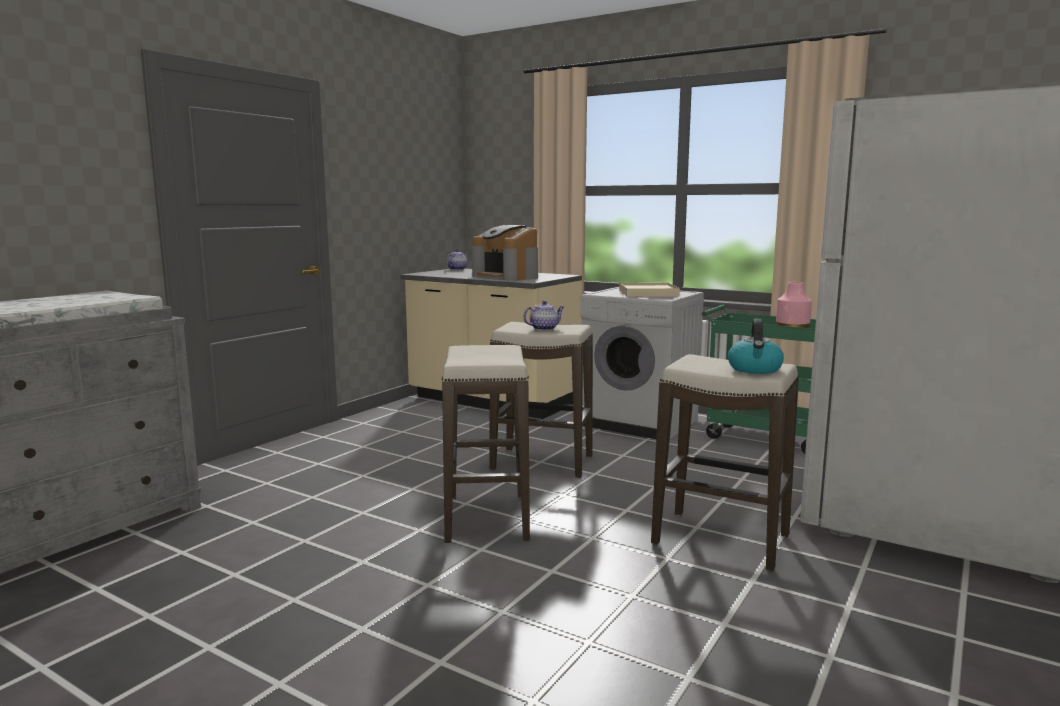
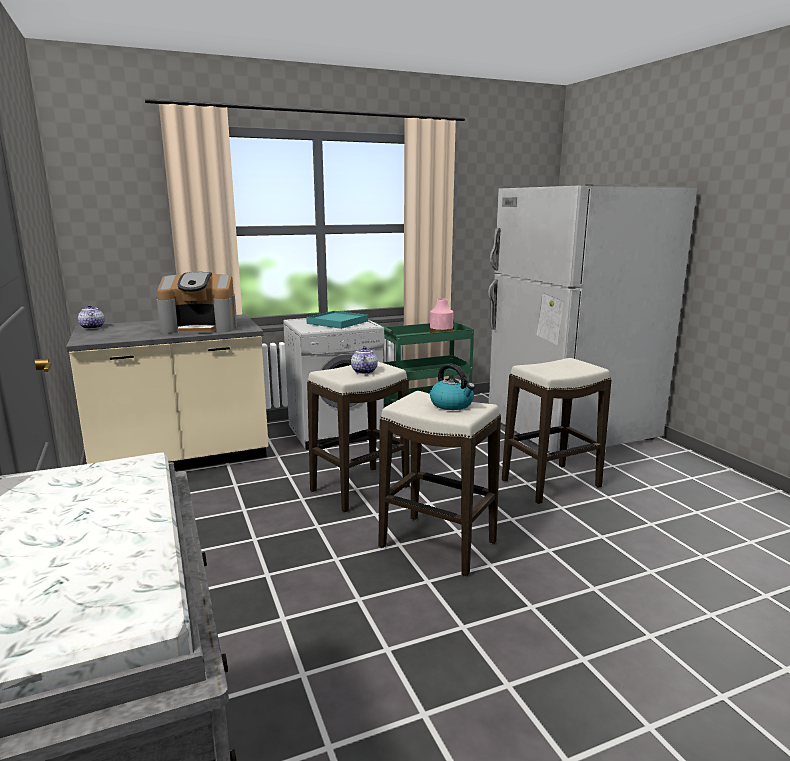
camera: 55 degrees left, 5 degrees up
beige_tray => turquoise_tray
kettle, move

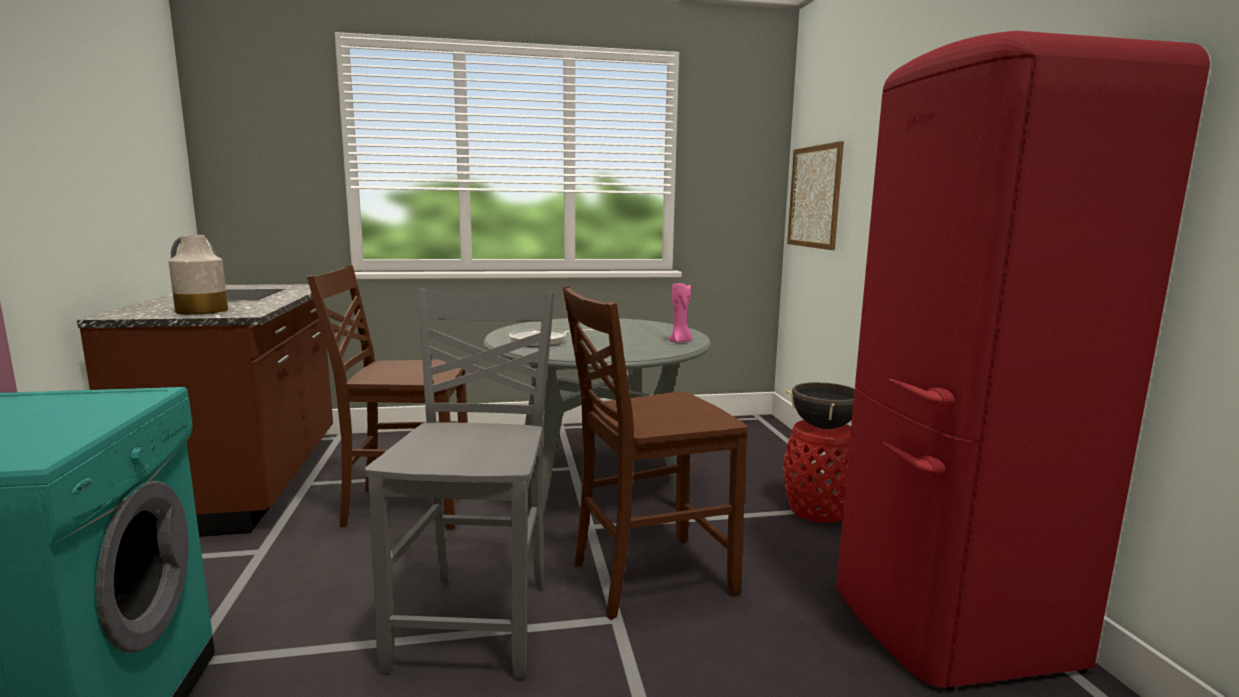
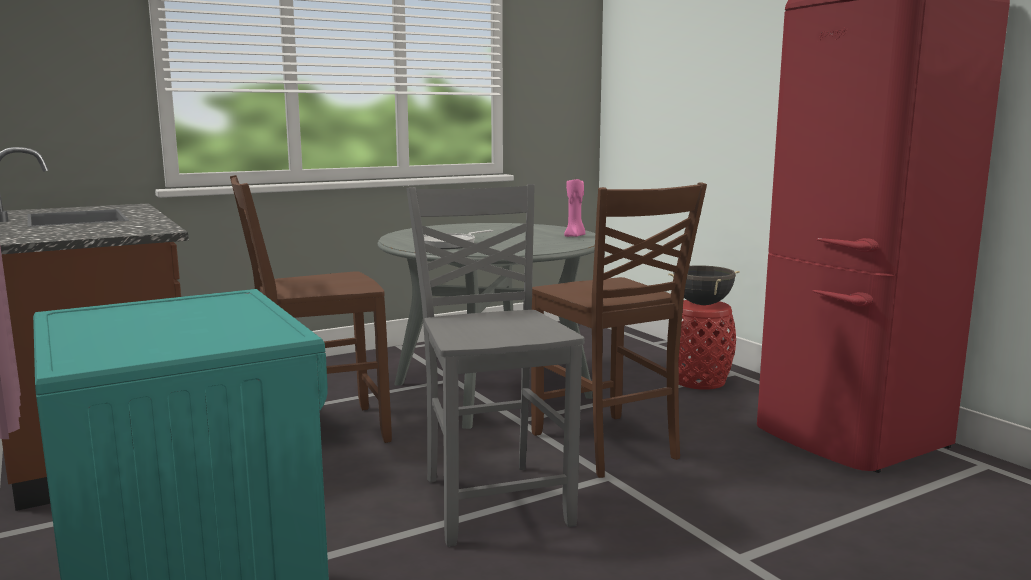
camera: 20 degrees left, 0 degrees up
brown_chair (2nd from left), 75 degrees counterclockwise
beige_vase => nothing
picture => nothing

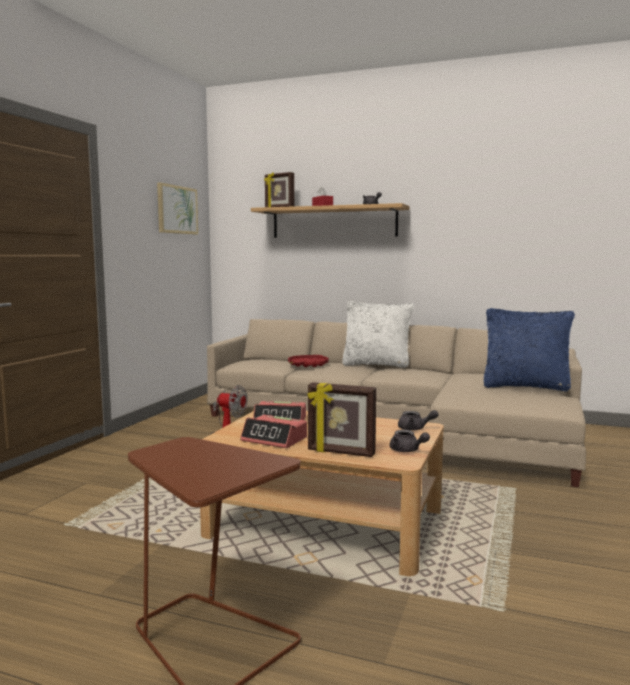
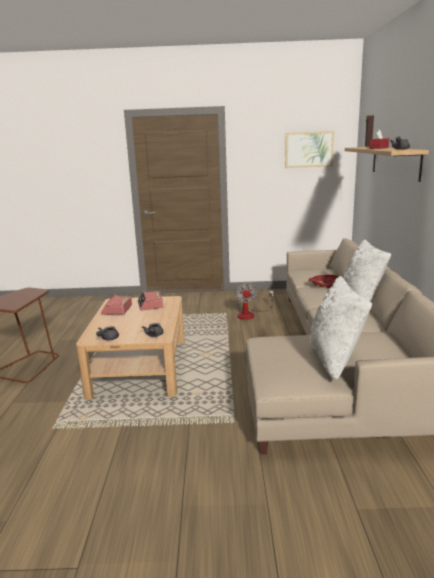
camera: 70 degrees right, 10 degrees up
blue_pillow => white_pillow (1st from left)
picture_frame (2nd from left) => nothing

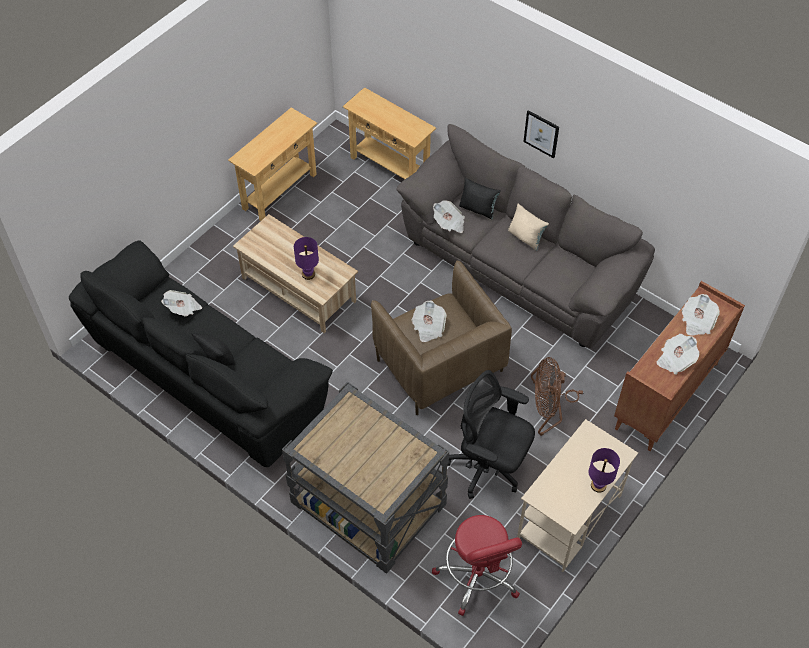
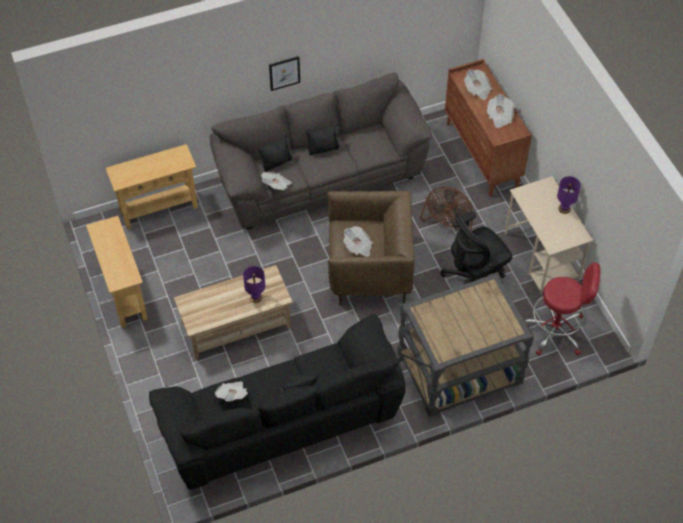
camera: 60 degrees left, 0 degrees up
beige_pillow => black_pillow (3rd from left)

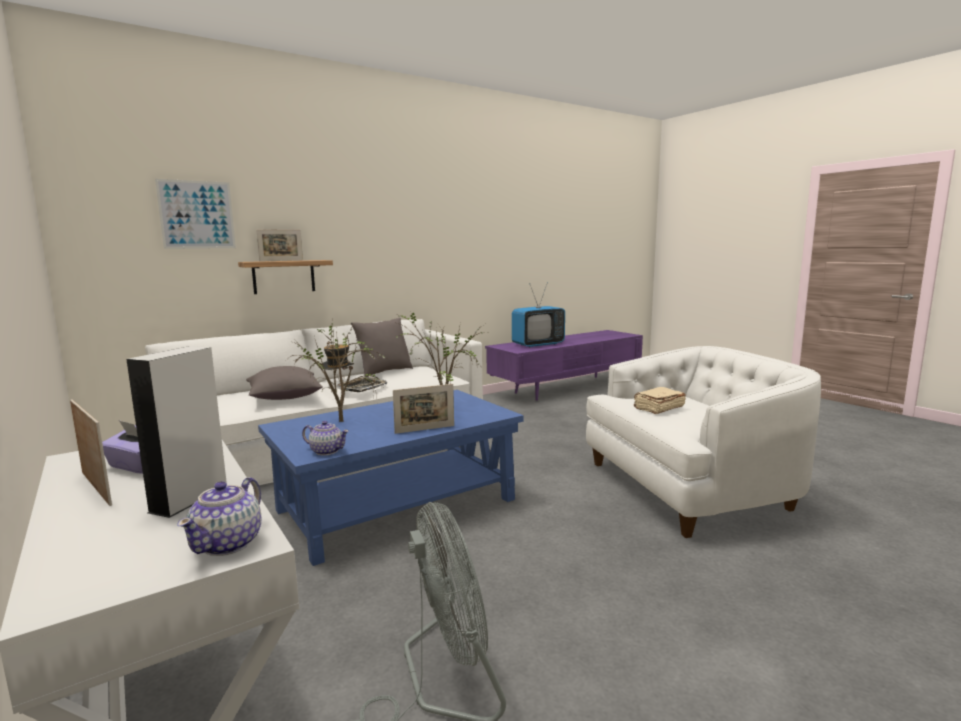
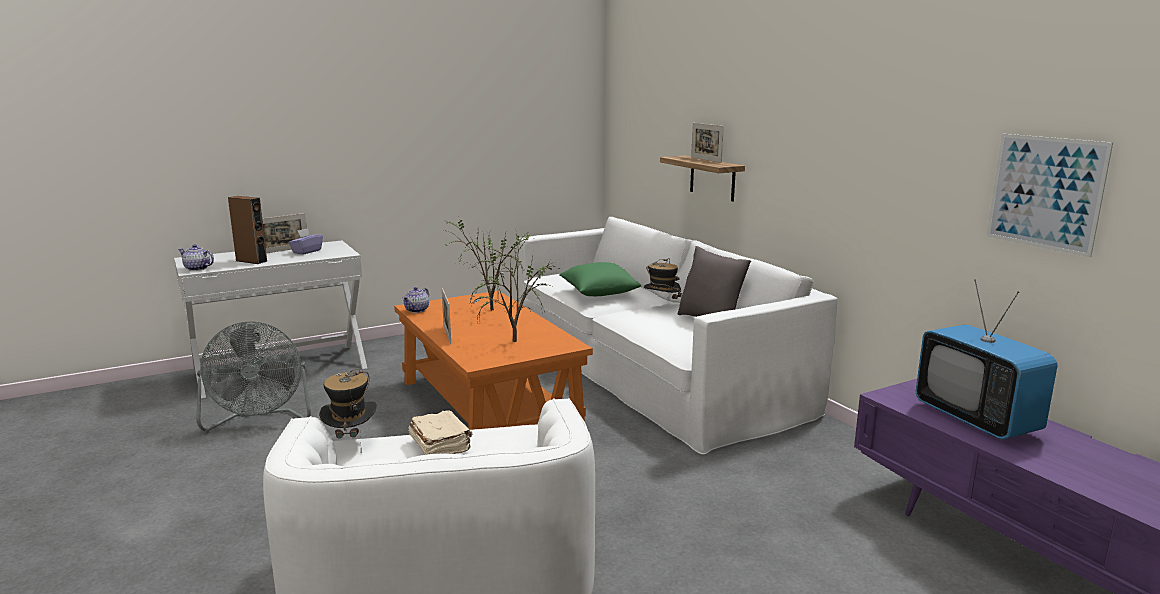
camera: 95 degrees right, 5 degrees up
grey_speaker => brown_speaker
nothing => hat (1st from left)
blue_coffee_table => orange_coffee_table
grey_pillow (1st from left) => green_pillow
picture, move
tray => nothing

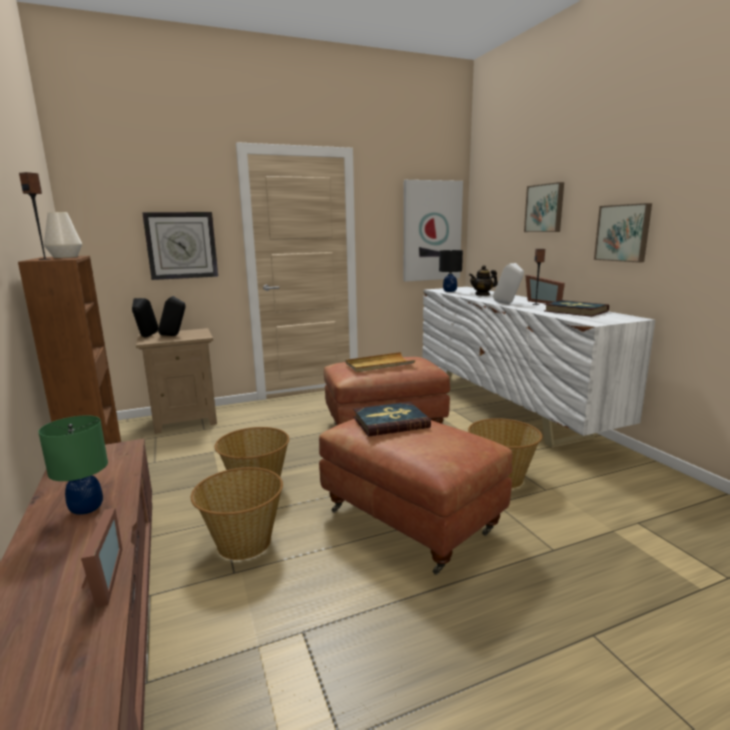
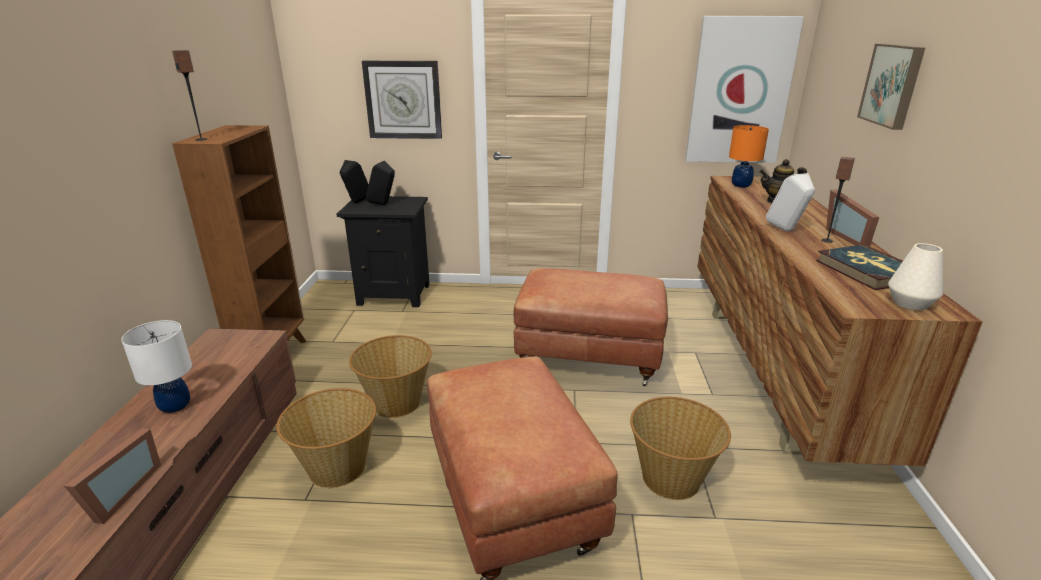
camera: 25 degrees right, 10 degrees up
green_table_lamp => white_table_lamp
beige_nightstand => black_nightstand
white_cabinet => brown_cabinet
black_table_lamp => orange_table_lamp
white_vase, move
beige_tray => nothing
book (1st from left) => nothing
picture (3rd from left) => nothing

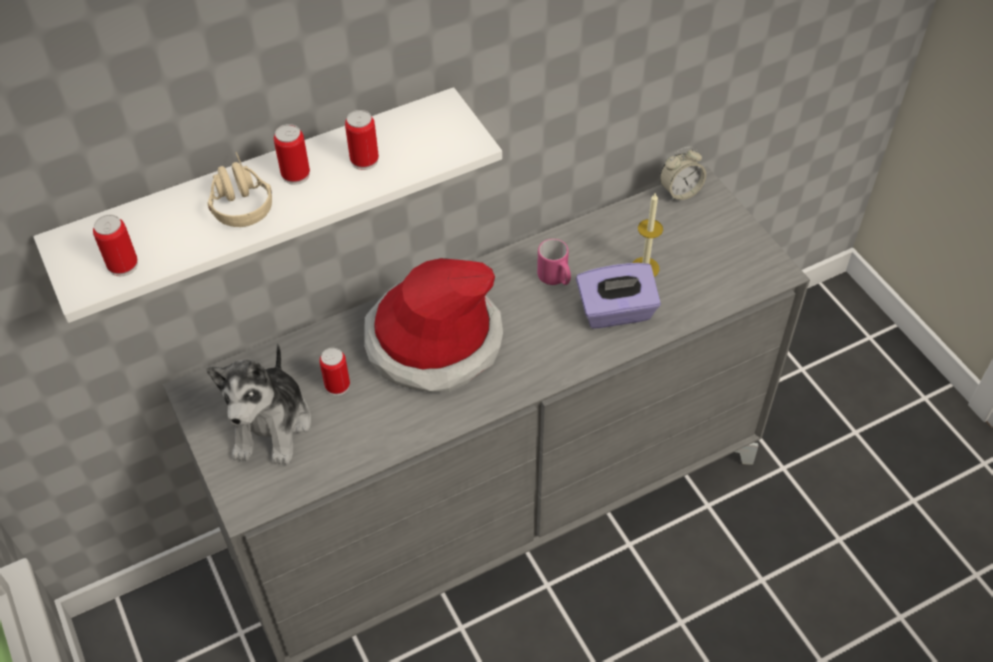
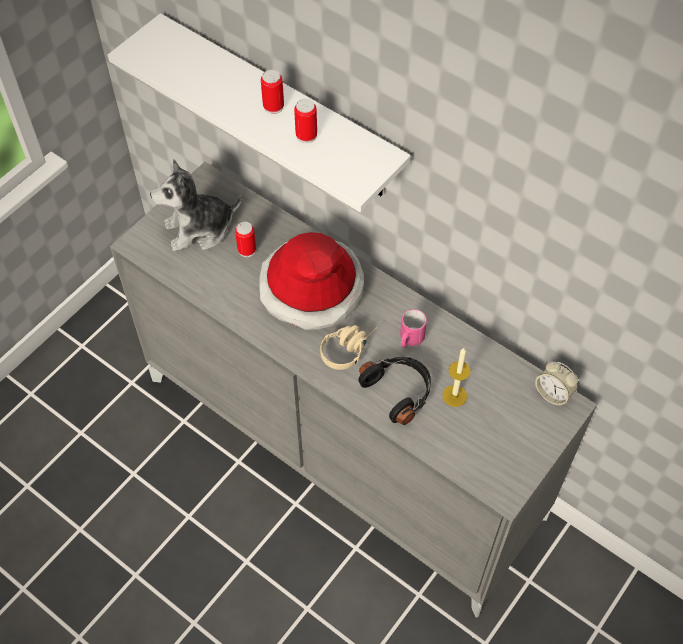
camera: 65 degrees right, 5 degrees up
beige_headphones, move
purple_tissue_box => black_headphones
can (1st from left) => nothing

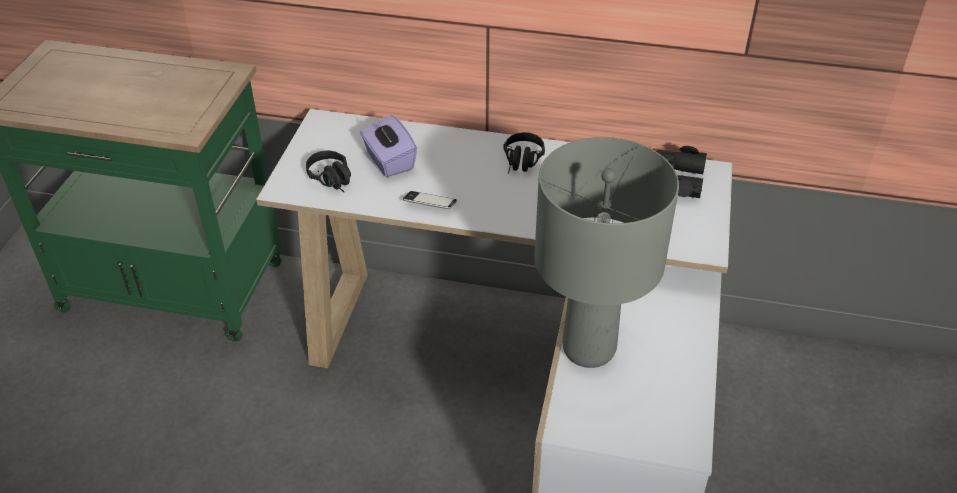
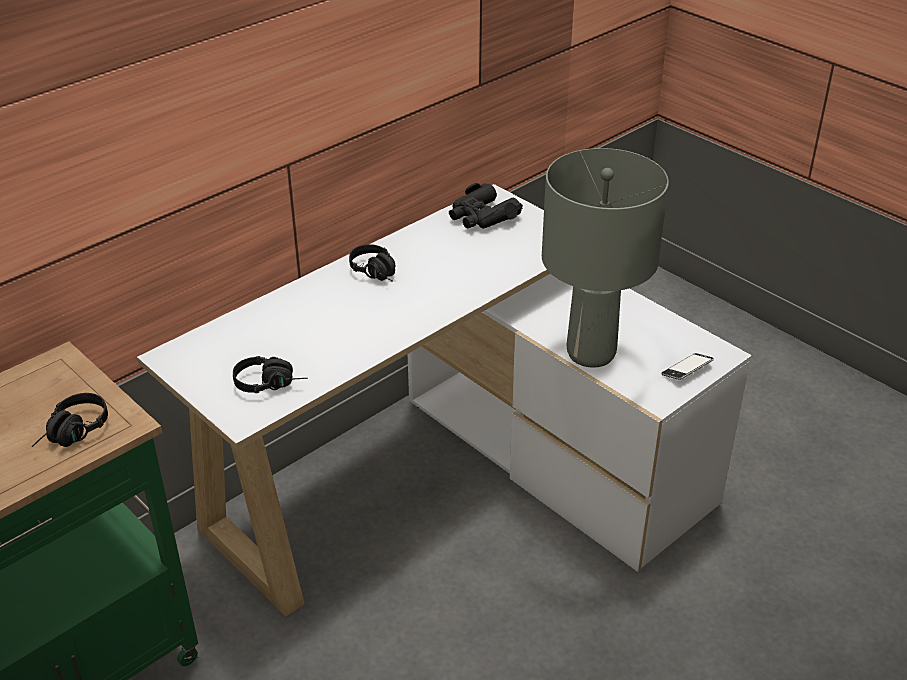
camera: 55 degrees left, 5 degrees down
nothing => black_headphones (1st from left)
phone, move
purple_tissue_box => nothing

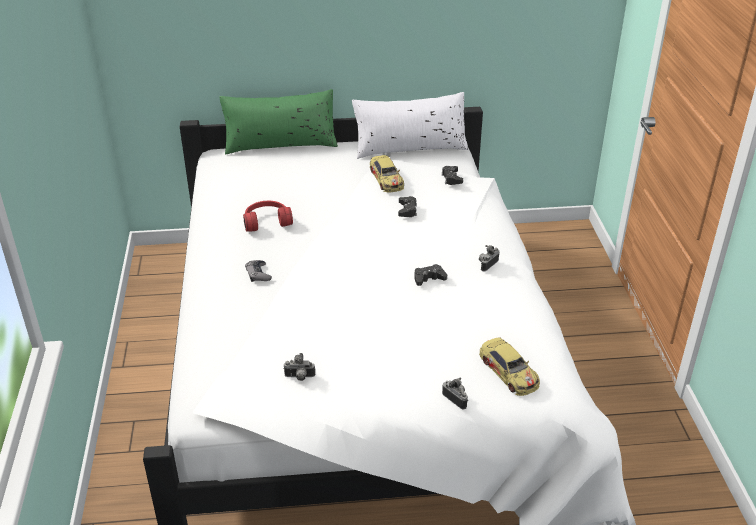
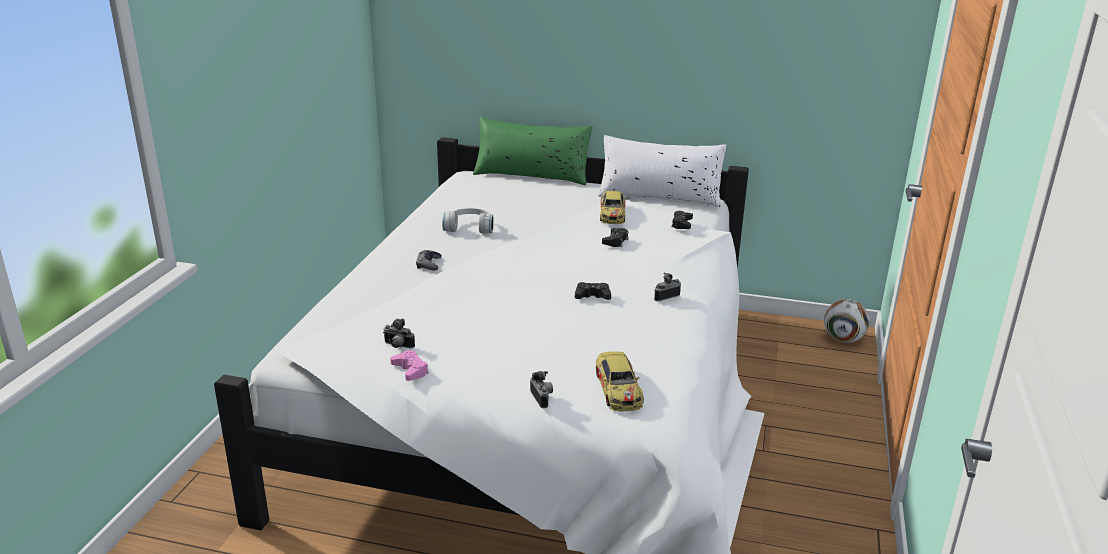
camera: 20 degrees right, 10 degrees down
nothing => pink_game_controller
red_headphones => white_headphones
nothing => football

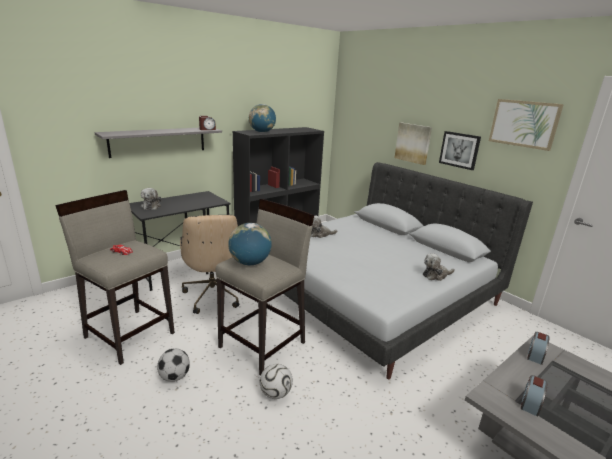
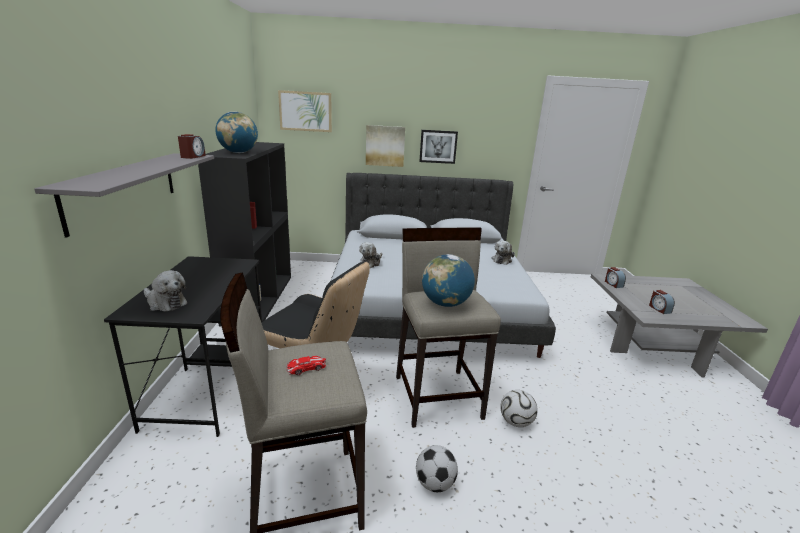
camera: 50 degrees left, 0 degrees up
picture (3rd from left in the first image) => picture (1st from left), move

